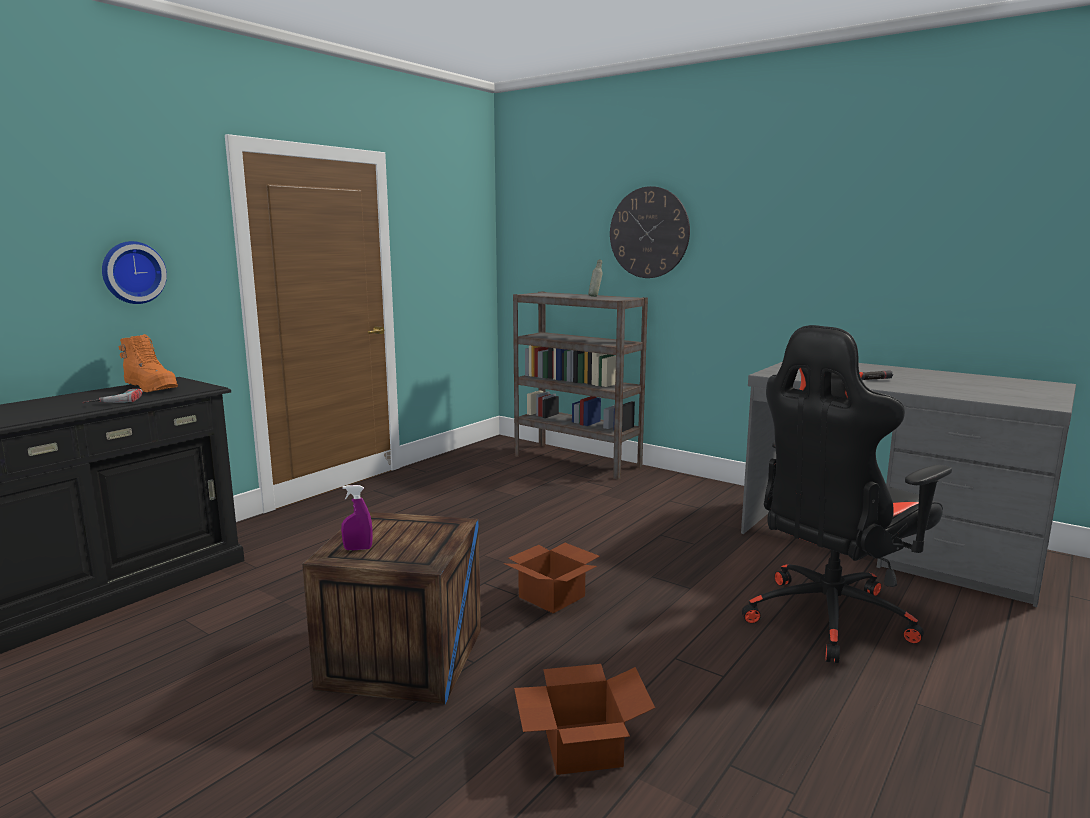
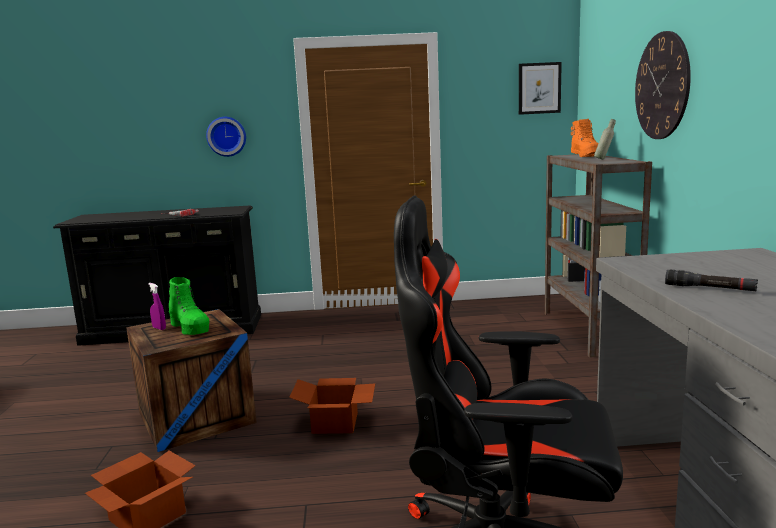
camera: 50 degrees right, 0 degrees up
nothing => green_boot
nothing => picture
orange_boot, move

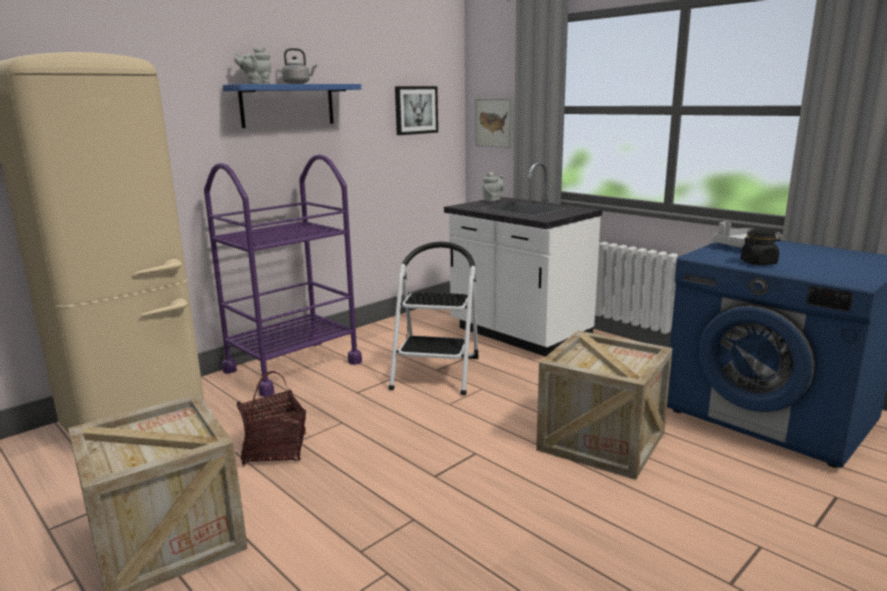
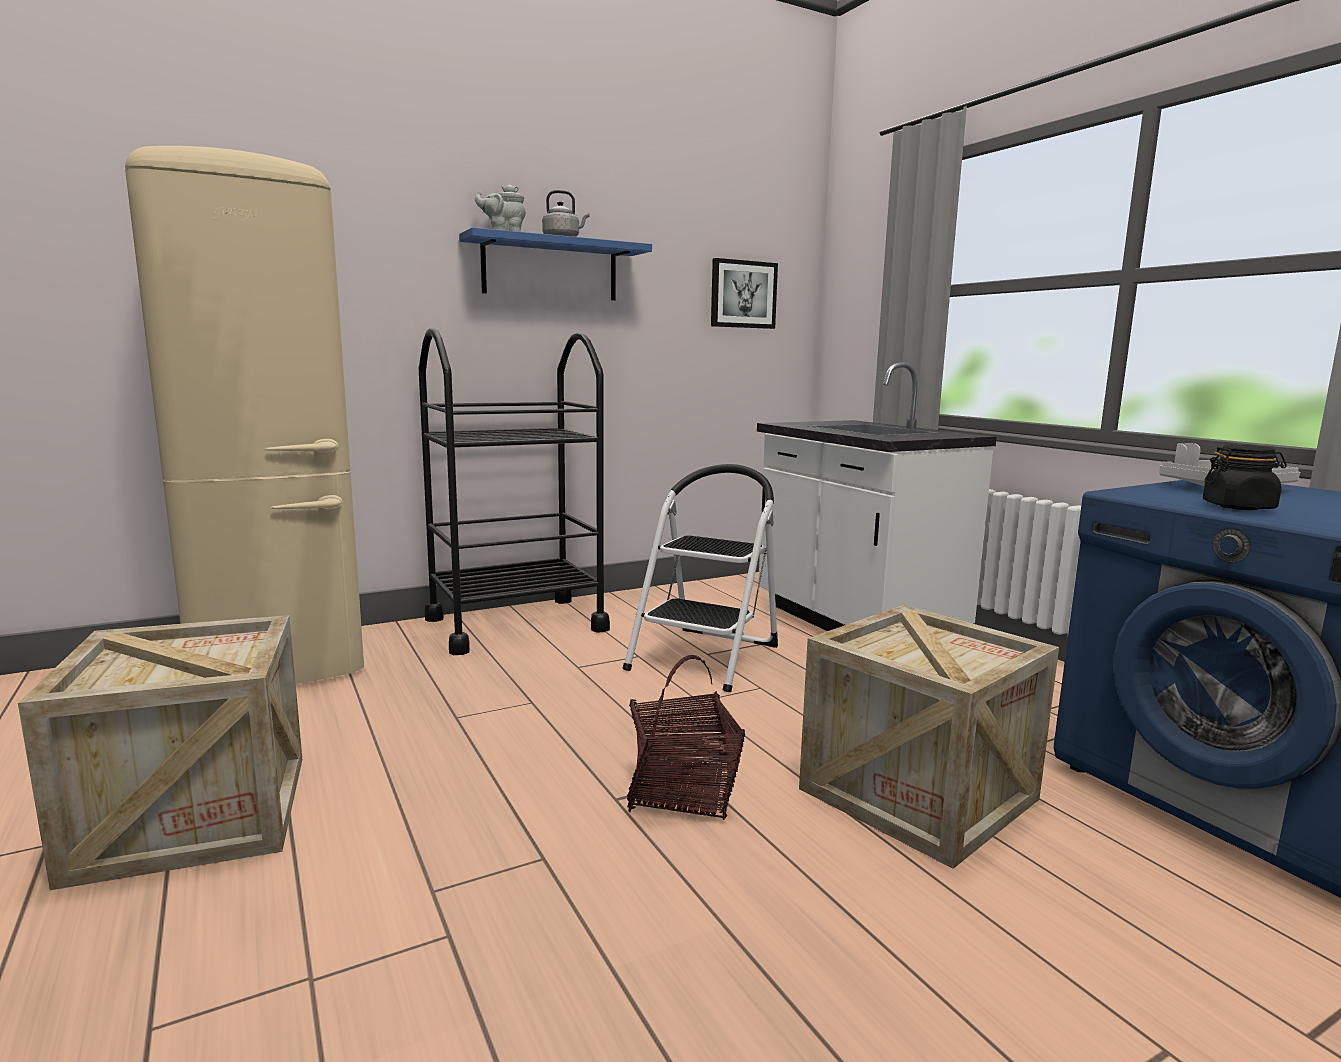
camera: 15 degrees right, 5 degrees down
purple_cart => black_cart
basket, move
picture (2nd from left) => nothing
grey_teapot (2nd from left) => nothing

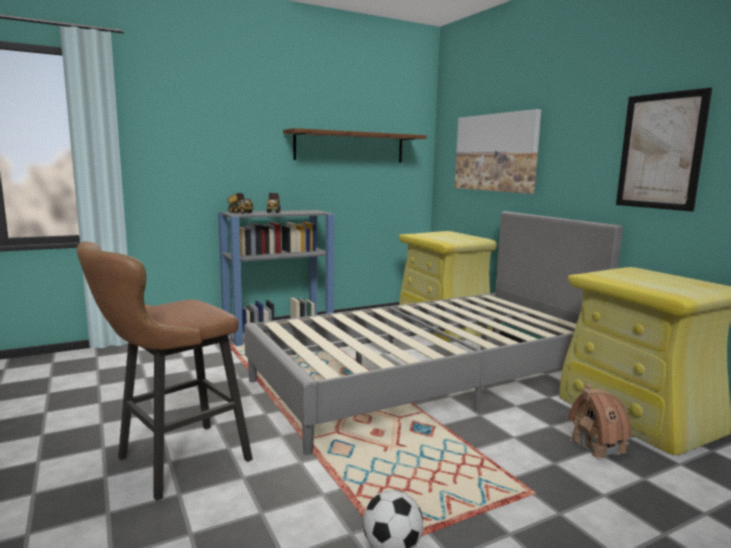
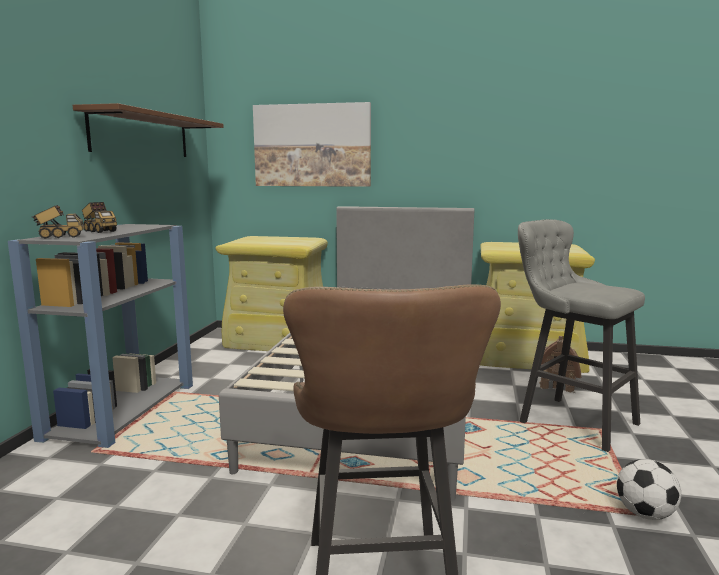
camera: 50 degrees left, 0 degrees up
nothing => grey_stool
picture (2nd from left) => nothing

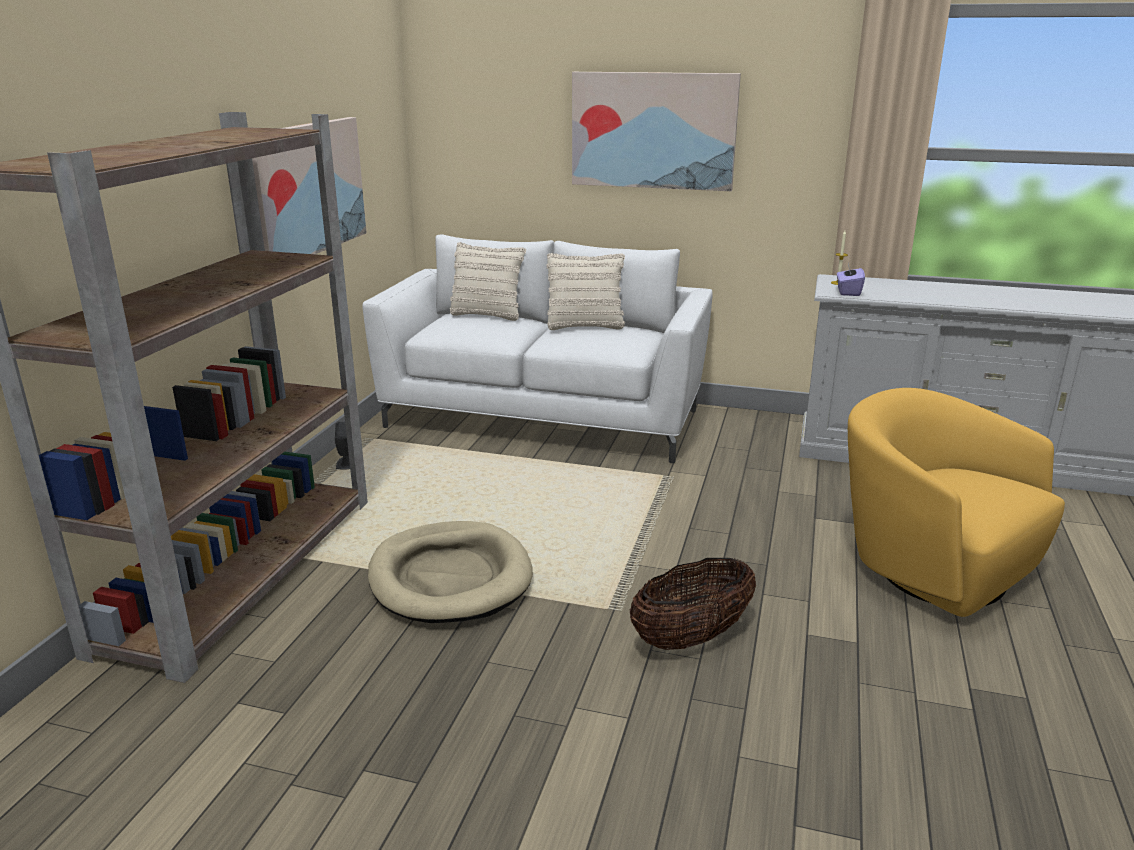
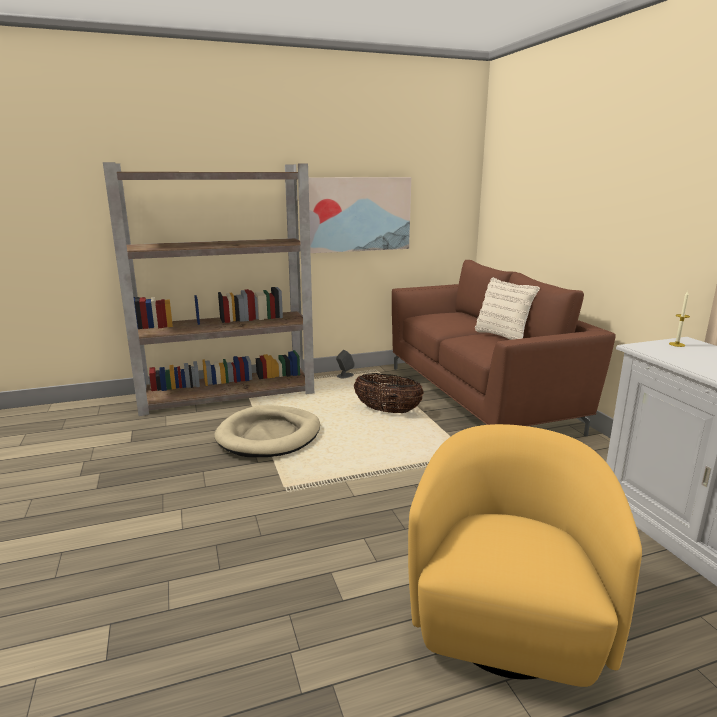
camera: 55 degrees right, 5 degrees down
basket, move
white_sofa => brown_sofa
beige_pillow (1st from left) => nothing
picture (2nd from left) => nothing
purple_tissue_box => nothing

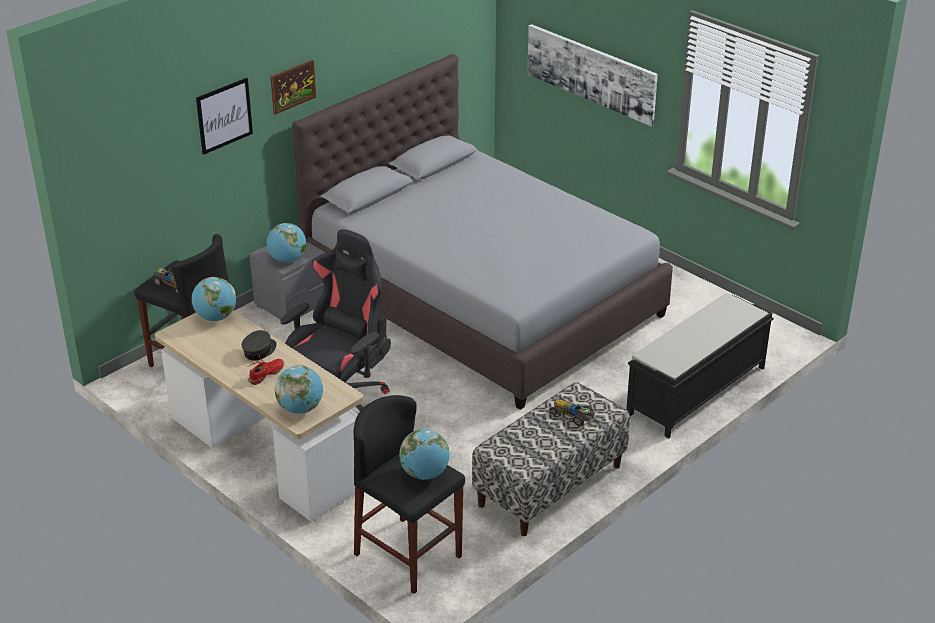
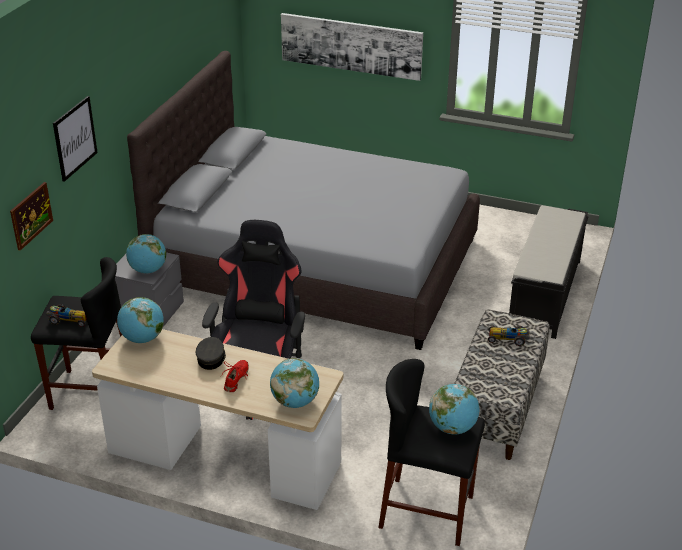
camera: 25 degrees left, 0 degrees up
picture (2nd from left in the first image) => picture (1st from left), move

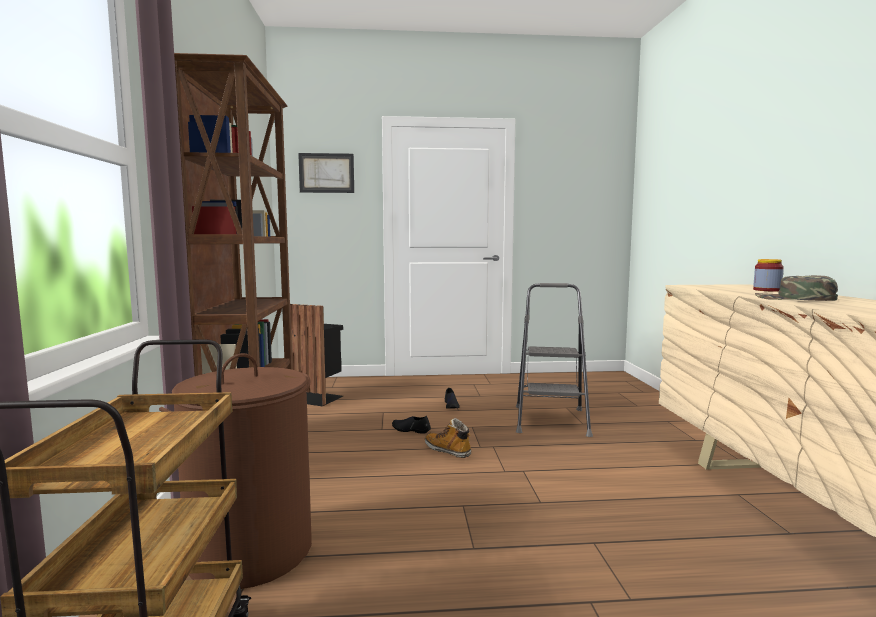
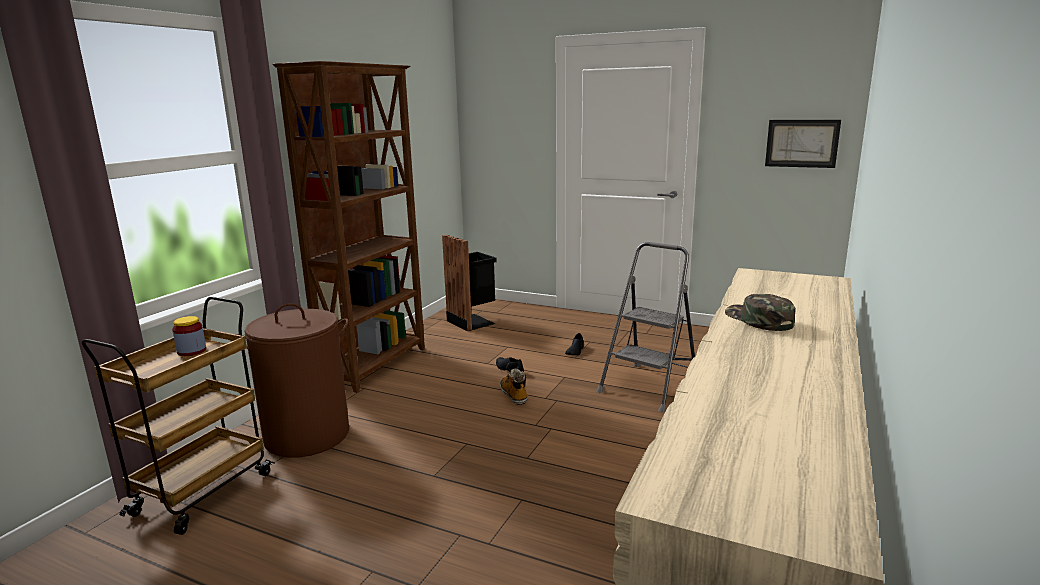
camera: 30 degrees right, 10 degrees up
jar, move
picture, move

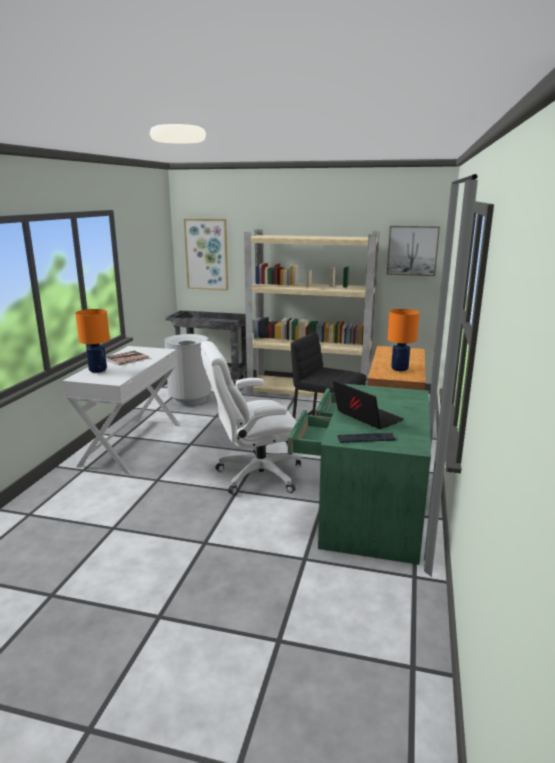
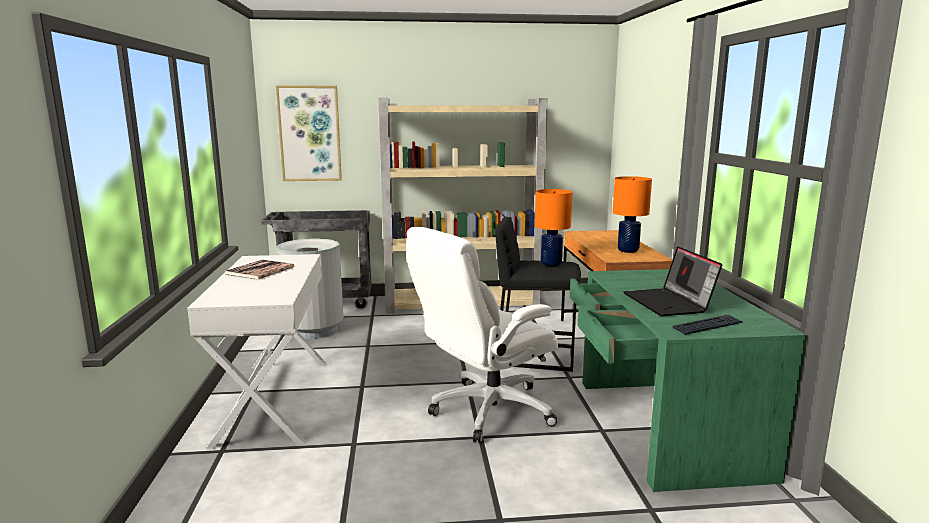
camera: 20 degrees left, 5 degrees down
orange_table_lamp (1st from left), move
laptop, 135 degrees counterclockwise
picture (2nd from left) => nothing

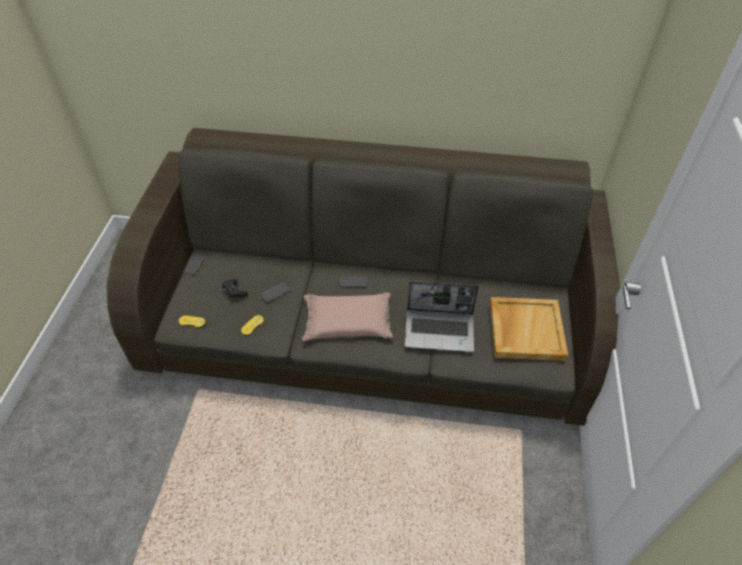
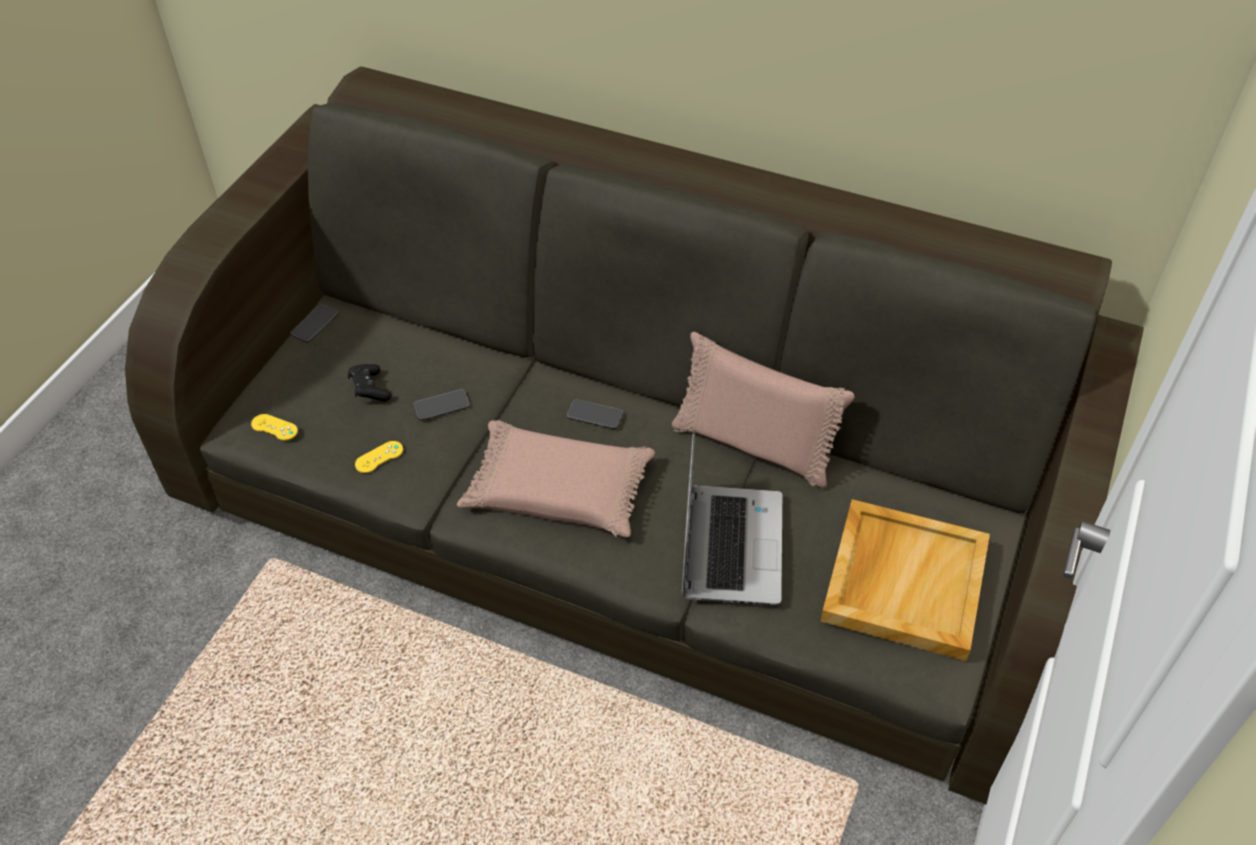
camera: 15 degrees right, 0 degrees up
nothing => beige_pillow (2nd from left)
laptop, 105 degrees counterclockwise

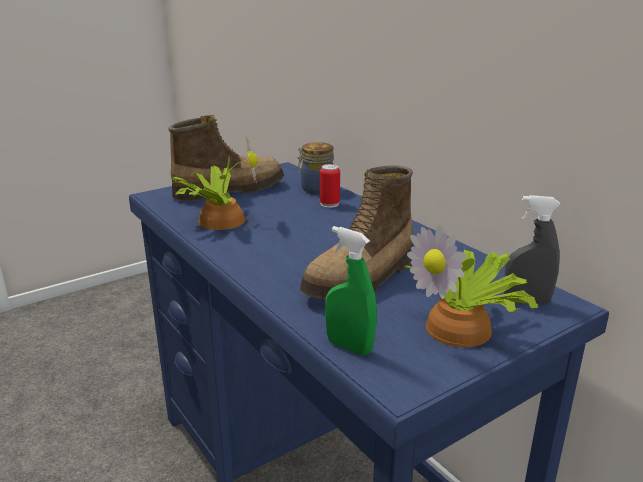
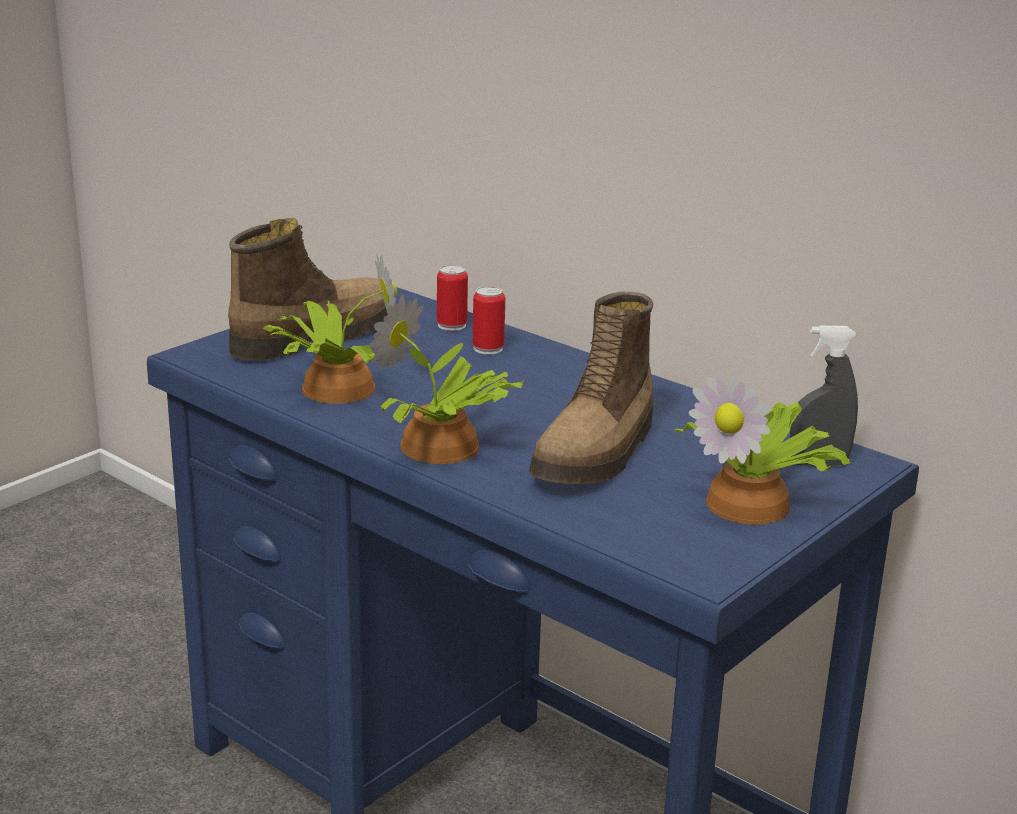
camera: 15 degrees left, 0 degrees up
nothing => potted_plant (2nd from left)
jar => can (1st from left)
green_spray_bottle => nothing

